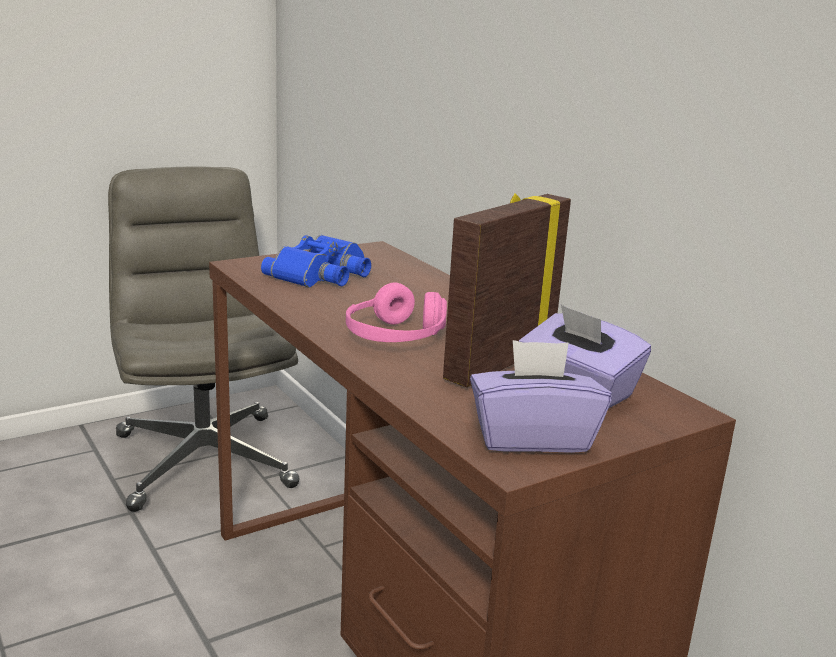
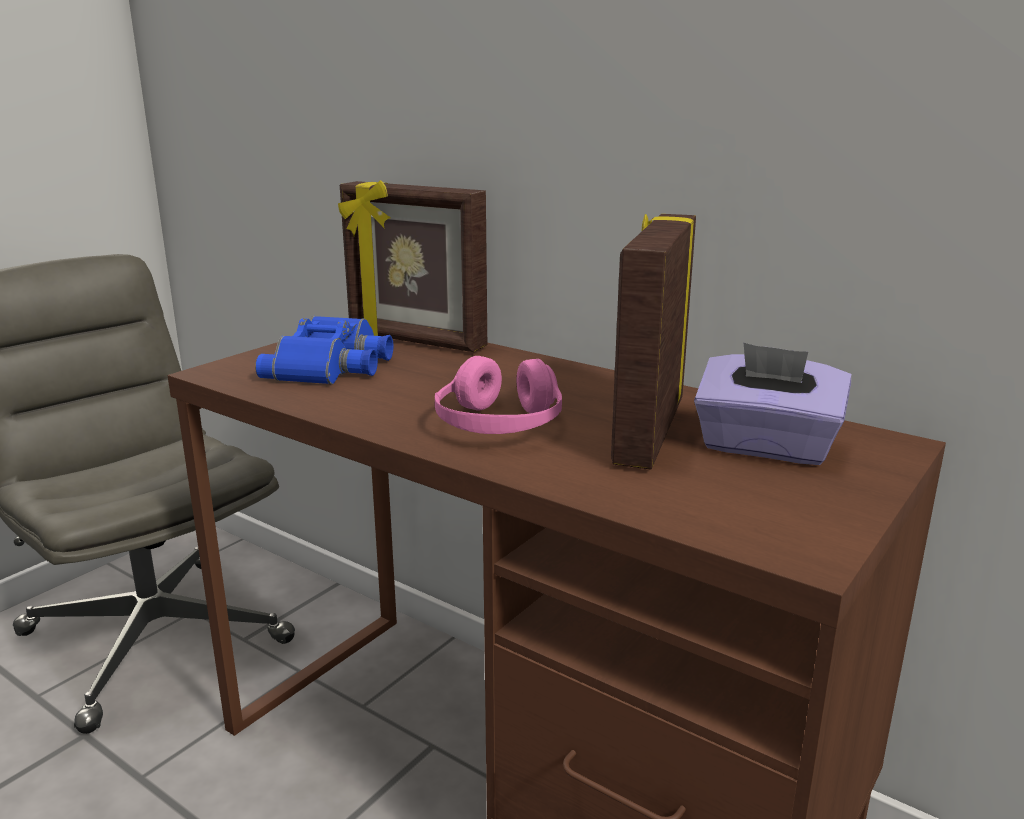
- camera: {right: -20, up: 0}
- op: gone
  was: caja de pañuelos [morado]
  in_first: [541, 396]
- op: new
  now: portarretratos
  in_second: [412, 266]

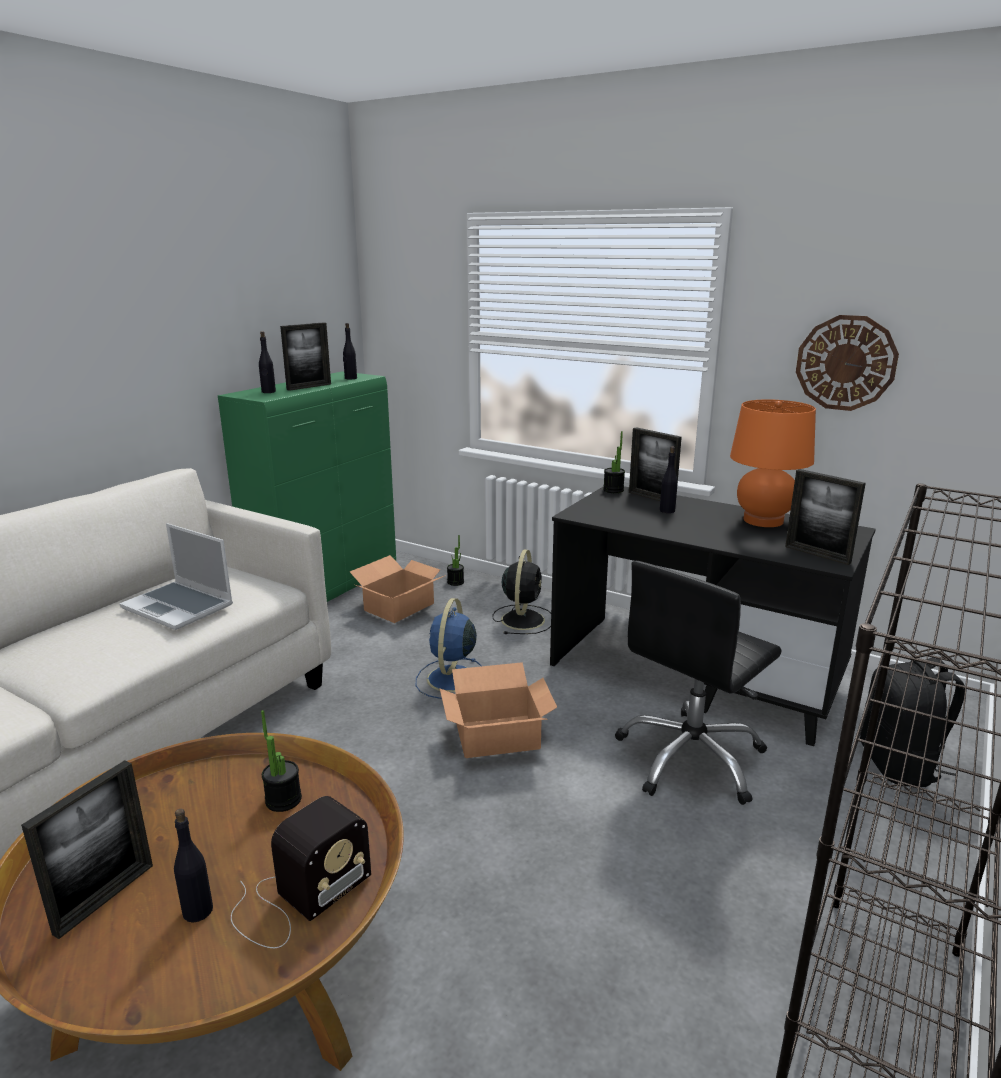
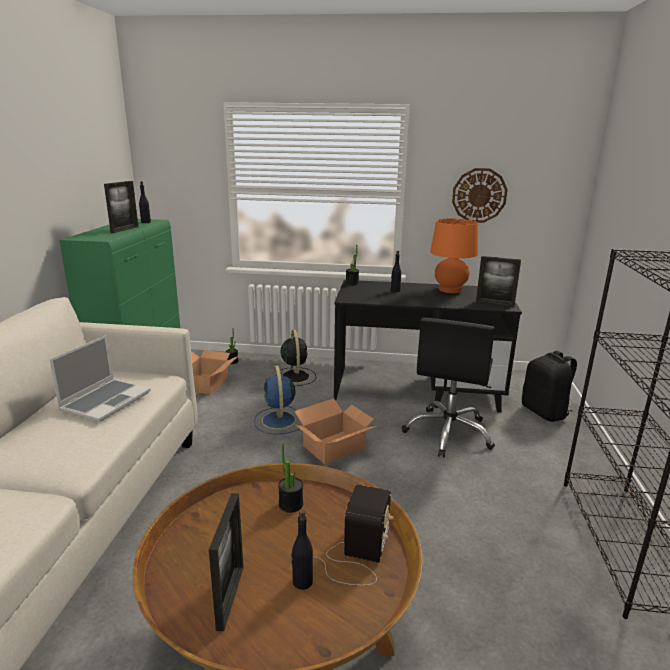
- camera: {right: -25, up: 0}
- op: gone
  was: botella [negro]
  in_first: [267, 362]
- op: gone
  was: portarretratos
  in_first: [655, 464]
- op: rotated
  was: portátil
  in_first: [176, 576]
  in_second: [100, 378]
  clockwise: -75

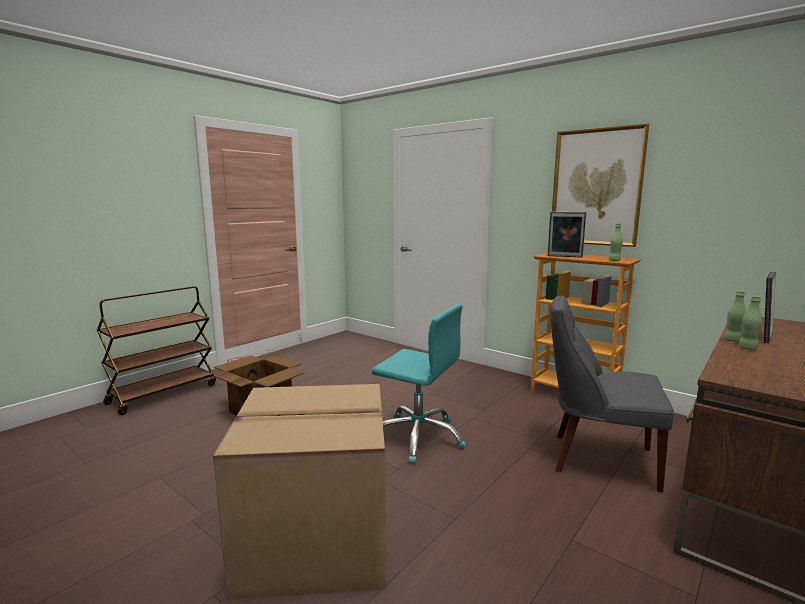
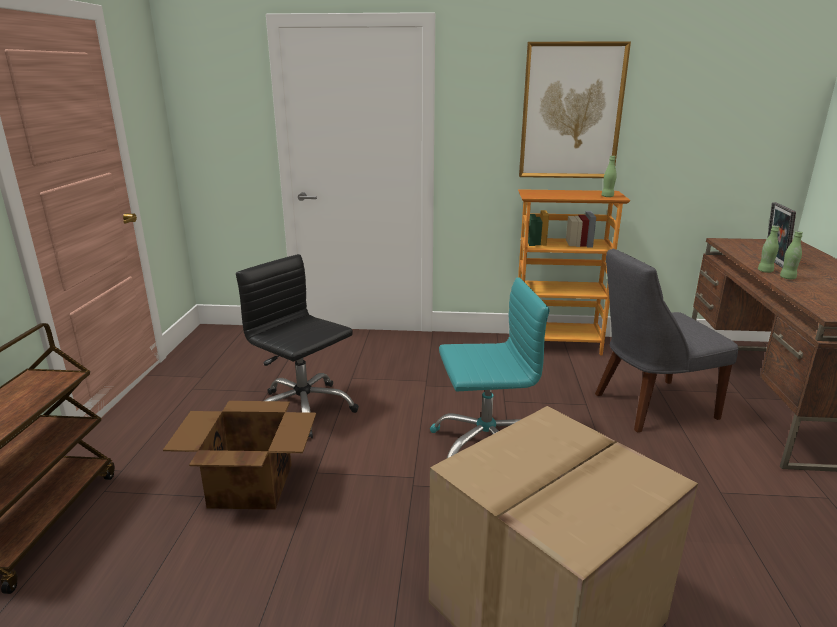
- camera: {right: -35, up: 10}
- op: gone
  was: portarretratos
  in_first: [567, 234]
- op: new
  now: silla de oficina [negro]
  in_second: [297, 346]

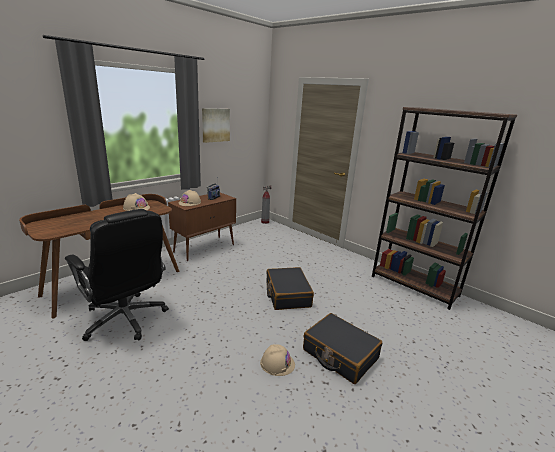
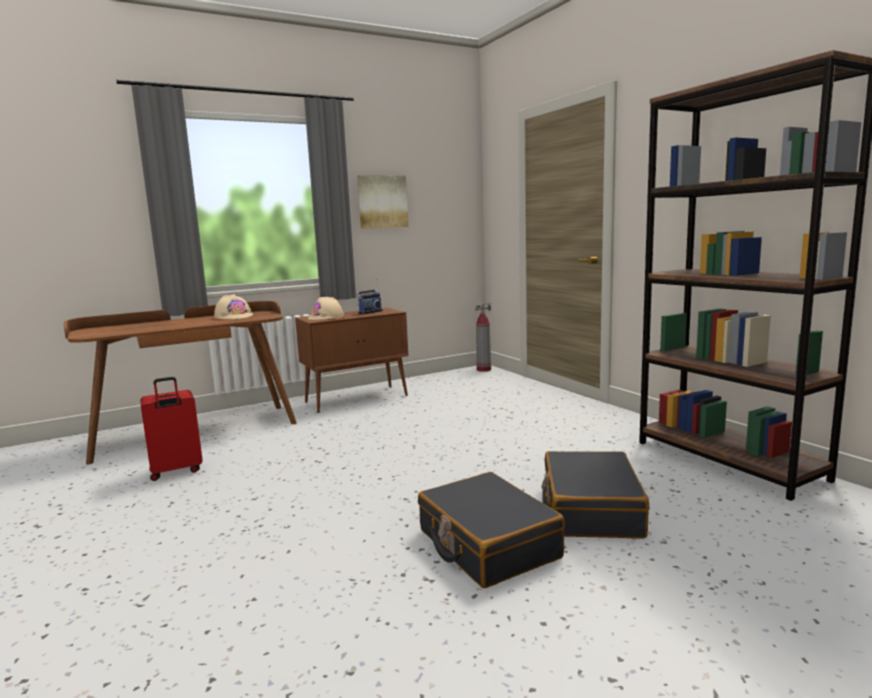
- camera: {right: 20, up: -10}
- op: gone
  was: casco [beis]
  in_first: [277, 360]
- op: shifted
  was: maleta [negro]
  in_first: [290, 288]
  in_second: [595, 495]
- op: swapped
  was: silla de oficina [negro]
  now: maleta [rojo]
  in_first: [117, 275]
  in_second: [171, 429]

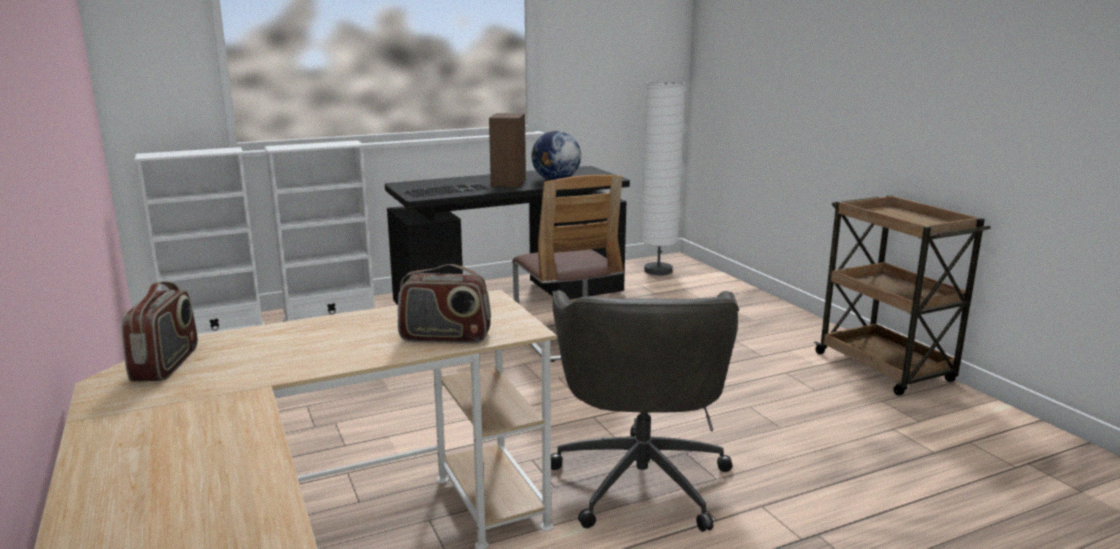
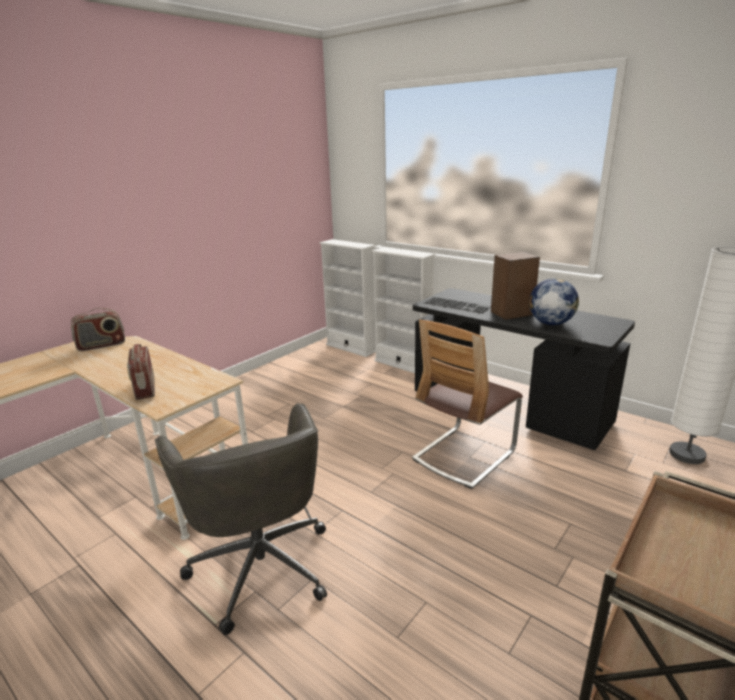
- camera: {right: 65, up: 5}
- op: rotated
  was: silla de oficina [gris]
  in_first: [645, 411]
  in_second: [241, 519]
  clockwise: -90

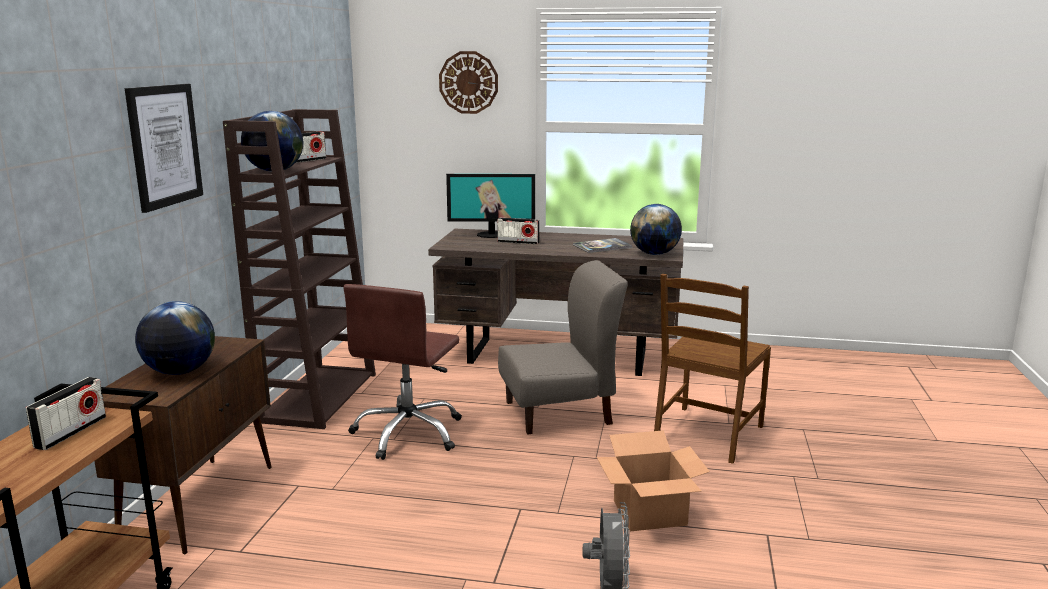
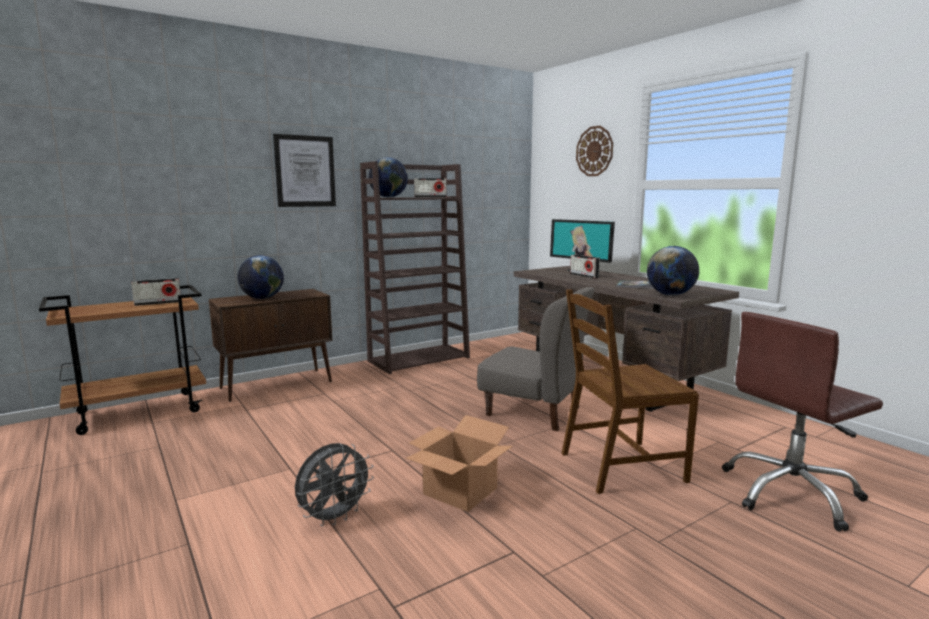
- camera: {right: 45, up: -5}
- op: shifted
  was: silla de oficina [marrón]
  in_first: [402, 372]
  in_second: [802, 421]

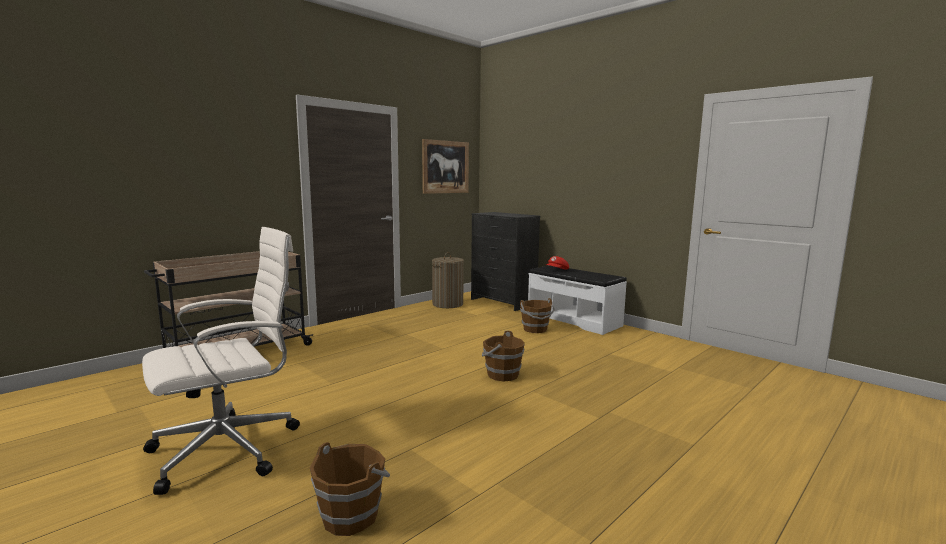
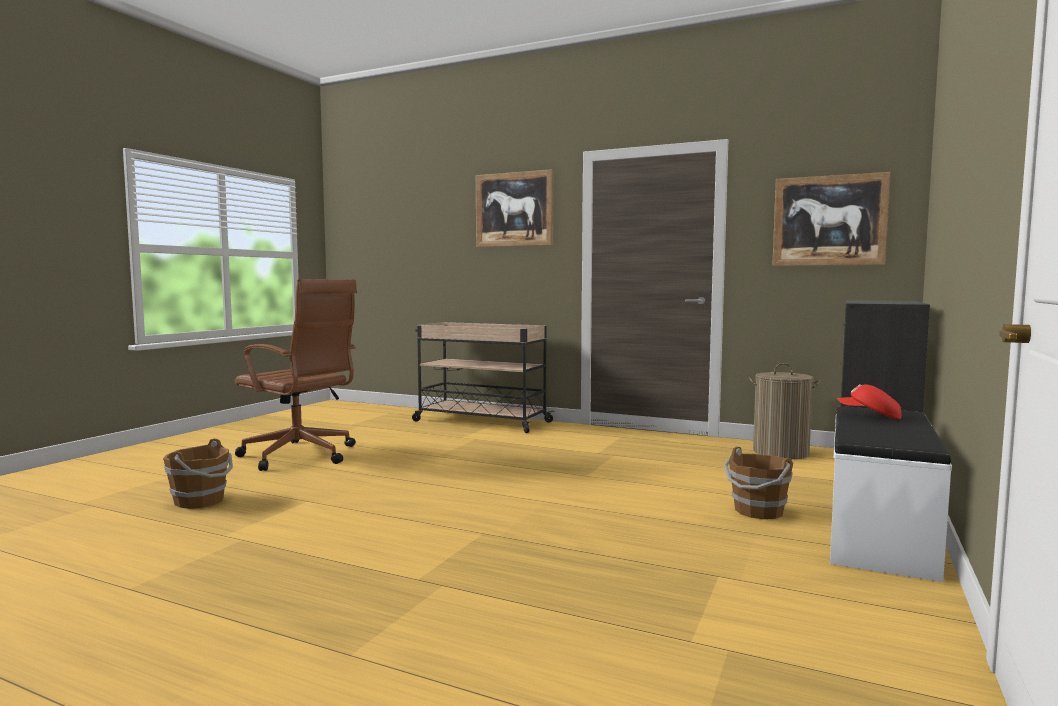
- camera: {right: 70, up: -5}
- op: gone
  was: cubo [marrón]
  in_first: [503, 355]
- op: new
  now: cuadro
  in_second: [515, 208]
- op: repainted
  was: silla de oficina [blanco]
  now: silla de oficina [marrón]
  in_first: [221, 361]
  in_second: [296, 375]

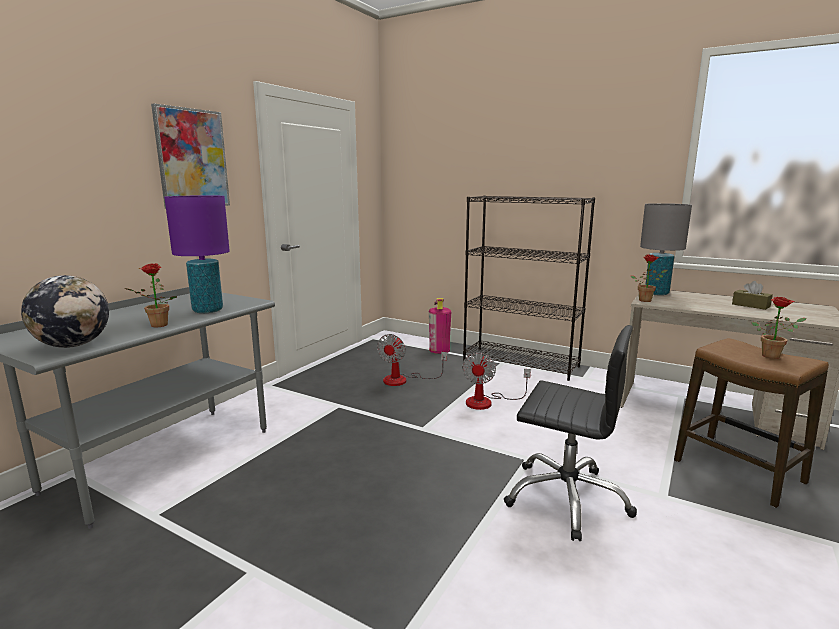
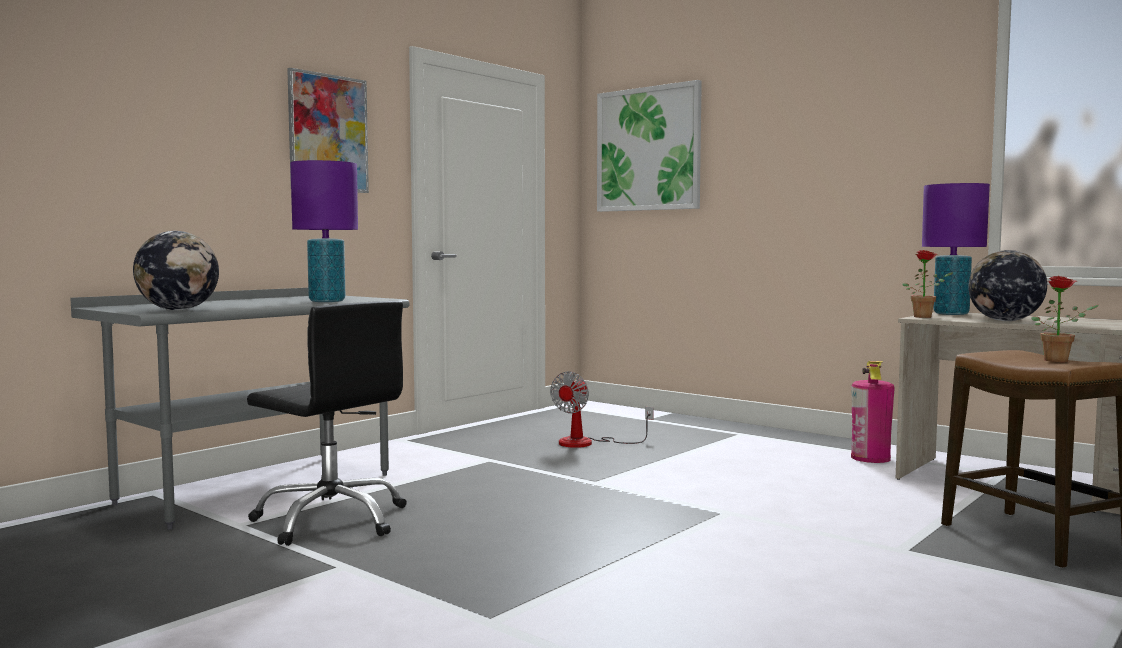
- camera: {right: 10, up: -10}
- op: gone
  was: planta en maceta
  in_first: [151, 295]
- op: gone
  was: ventilador
  in_first: [496, 381]
- op: gone
  was: estantería [negro]
  in_first: [529, 288]
- op: gone
  was: caja de pañuelos [marrón]
  in_first: [752, 295]
- op: new
  now: cuadro
  in_second: [649, 146]
- op: new
  now: globo terráqueo
  in_second: [1007, 285]
- op: shifted
  was: extintor
  in_first: [440, 326]
  in_second: [873, 412]
- op: shifted
  was: silla de oficina [negro]
  in_first: [570, 433]
  in_second: [327, 423]
- op: repainted
  was: lámpara de mesa [gris]
  now: lámpara de mesa [morado]
  in_first: [666, 249]
  in_second: [956, 249]

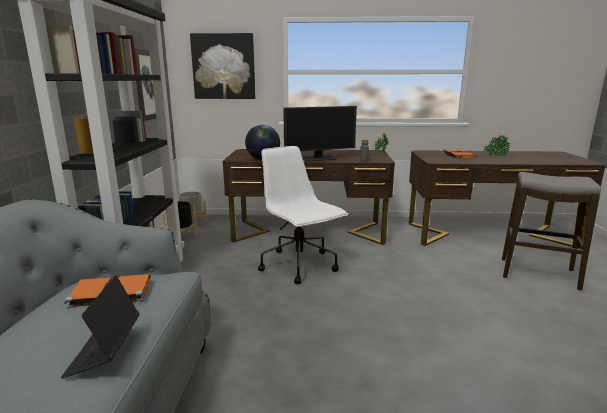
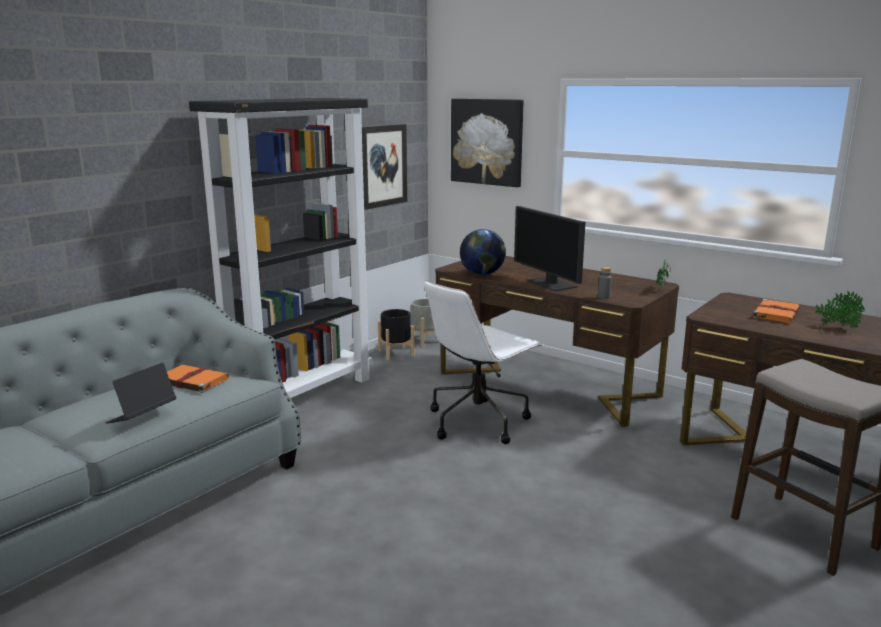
- camera: {right: 35, up: 0}
- op: rotated
  was: silla de oficina [blanco]
  in_first: [303, 215]
  in_second: [483, 362]
  clockwise: -135
- op: rotated
  was: monitor
  in_first: [320, 134]
  in_second: [549, 248]
  clockwise: 45

